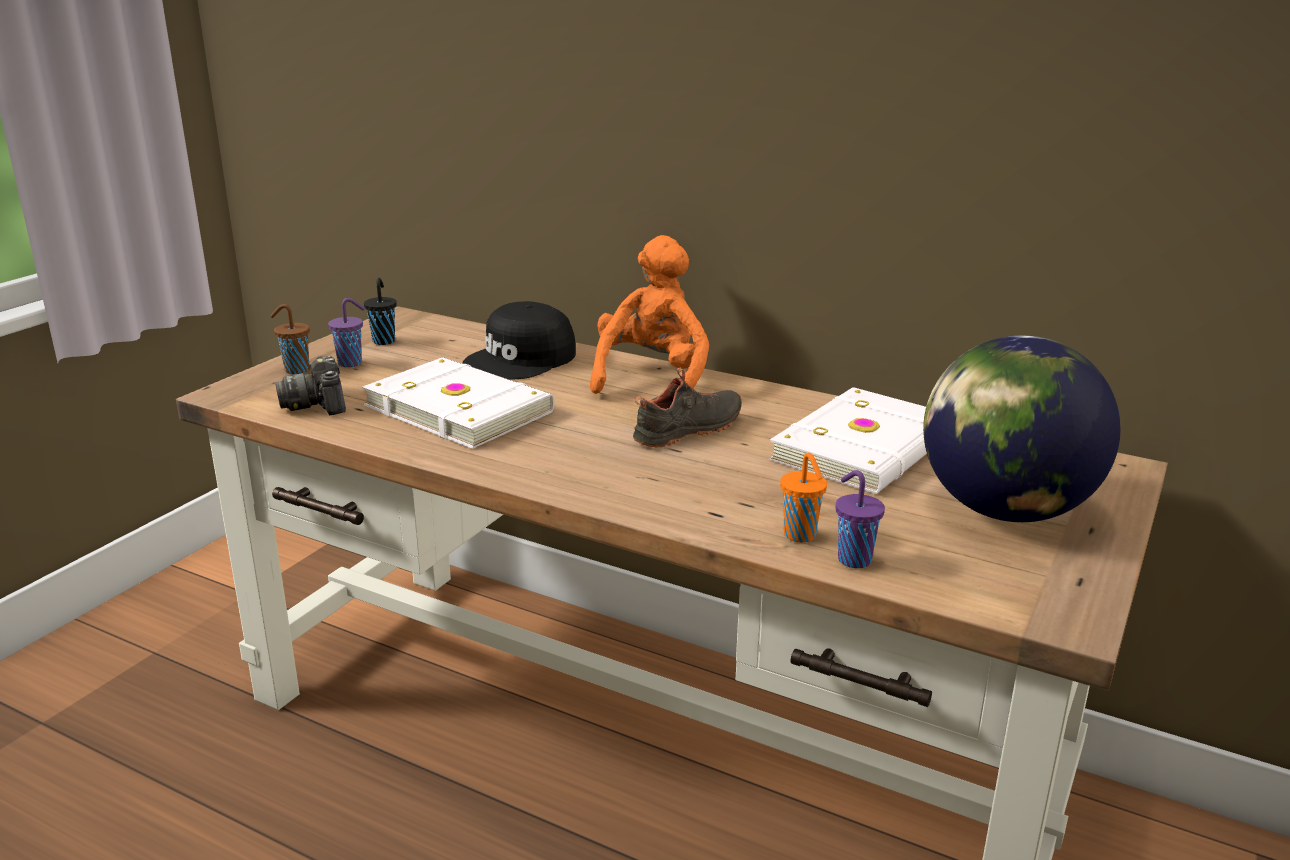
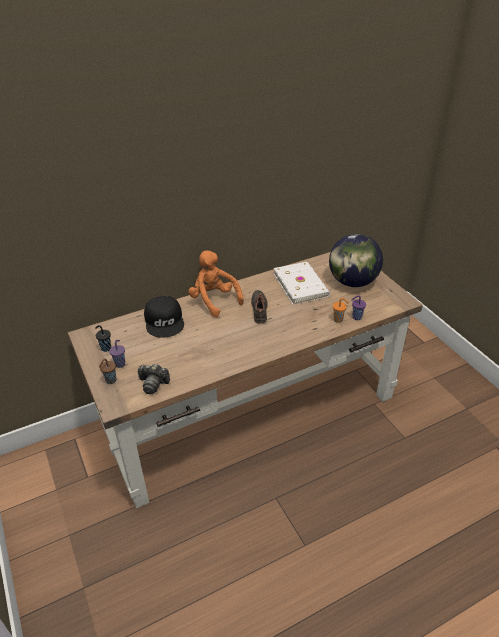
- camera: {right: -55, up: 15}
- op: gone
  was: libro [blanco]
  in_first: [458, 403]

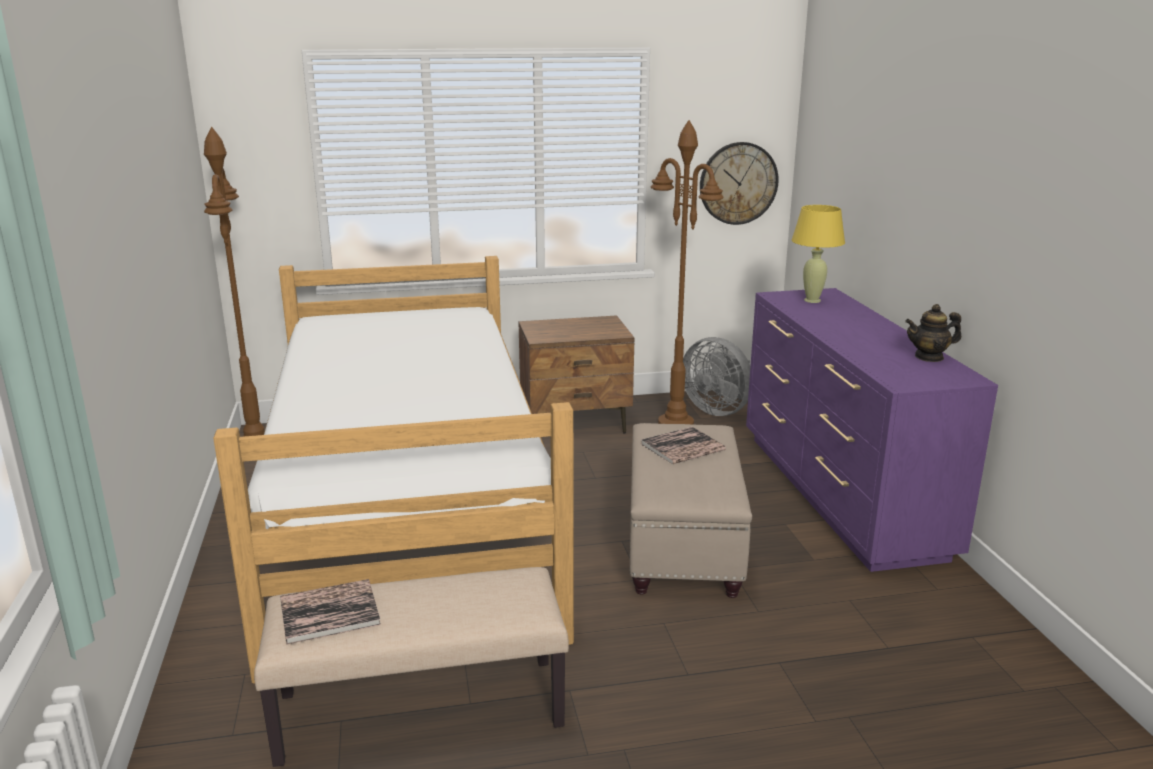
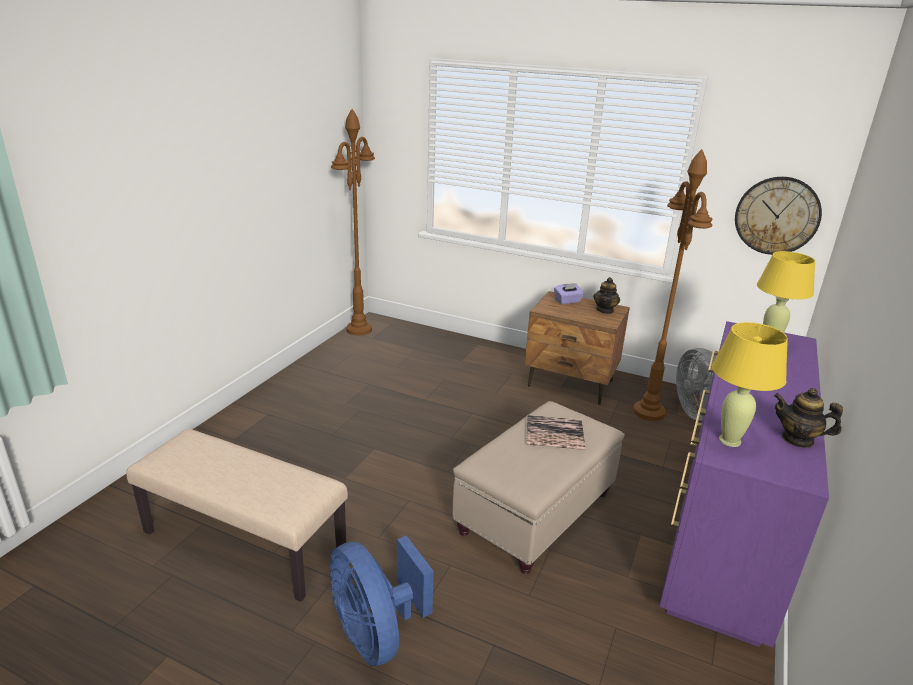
- camera: {right: 35, up: 5}
- op: gone
  was: cama
  in_first: [393, 470]
- op: gone
  was: libro
  in_first: [330, 612]
- op: new
  now: ventilador [azul]
  in_second: [382, 601]
- op: new
  now: caja de pañuelos [morado]
  in_second: [569, 293]
- op: new
  now: tetera
  in_second: [606, 295]
- op: new
  now: lámpara de mesa [amarillo]
  in_second: [750, 384]

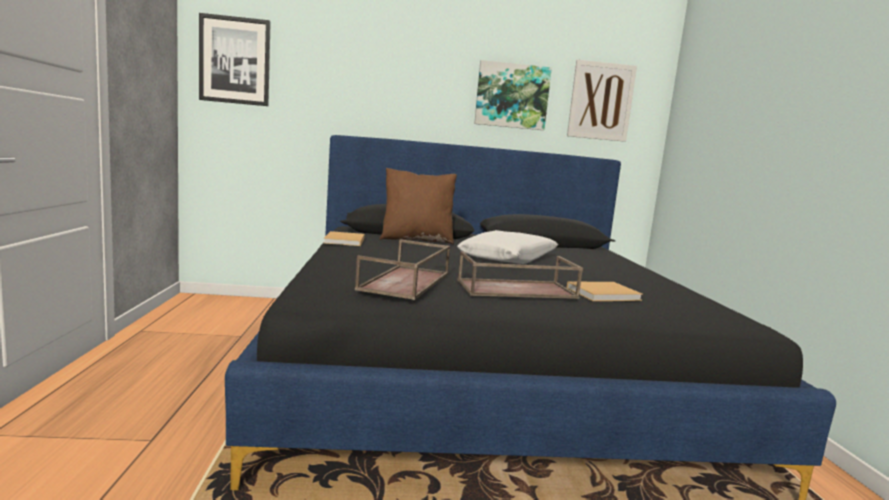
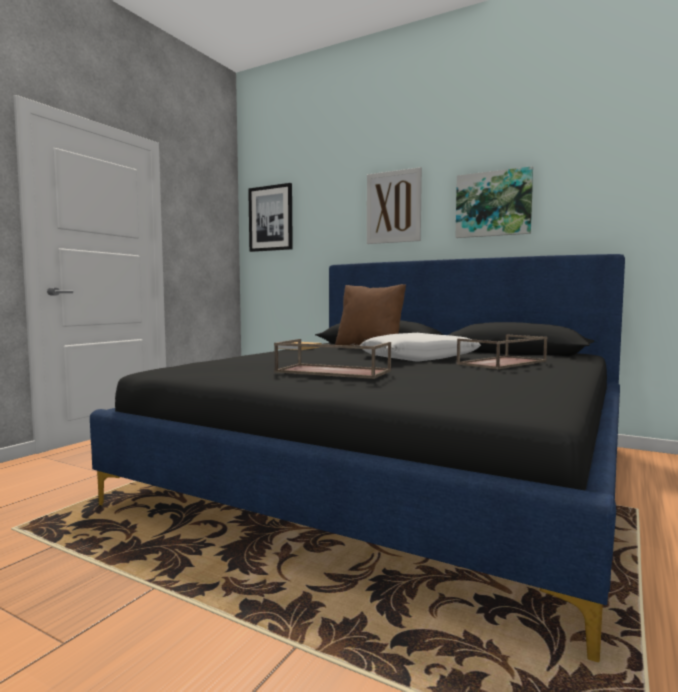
- camera: {right: 35, up: -5}
- op: gone
  was: libro [beis]
  in_first: [604, 291]
- op: shifted
  was: bandeja [marrón]
  in_first: [402, 269]
  in_second: [501, 352]
- op: shifted
  was: cuadro
  in_first: [602, 100]
  in_second: [394, 205]

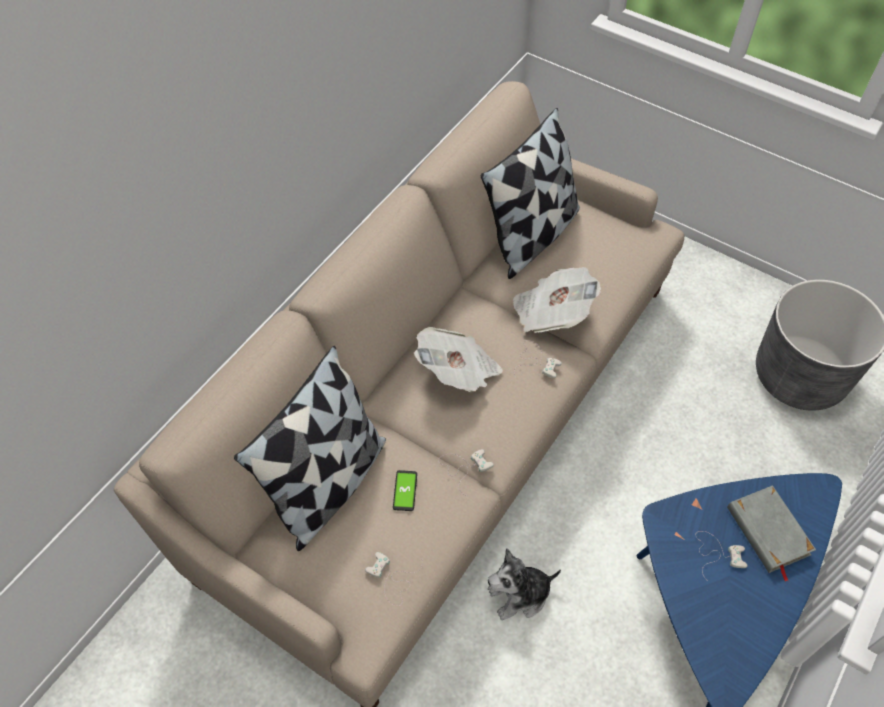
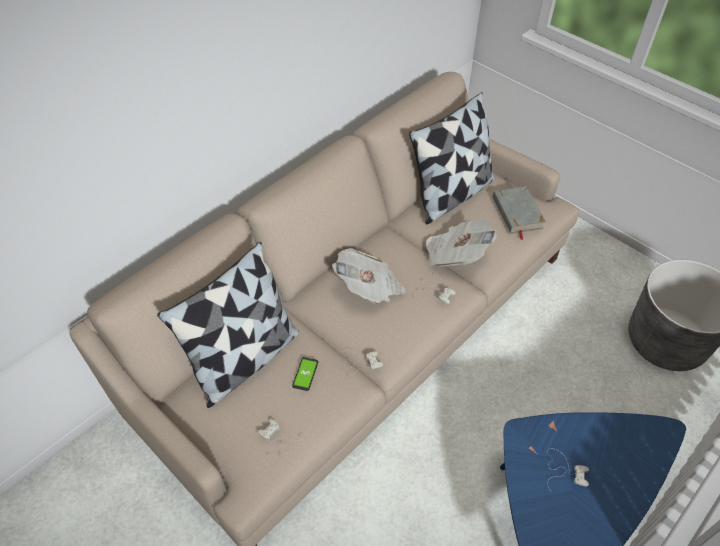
- camera: {right: 10, up: -5}
- op: gone
  was: peluche
  in_first: [524, 584]
- op: shifted
  was: libro [gris]
  in_first: [771, 533]
  in_second: [519, 213]

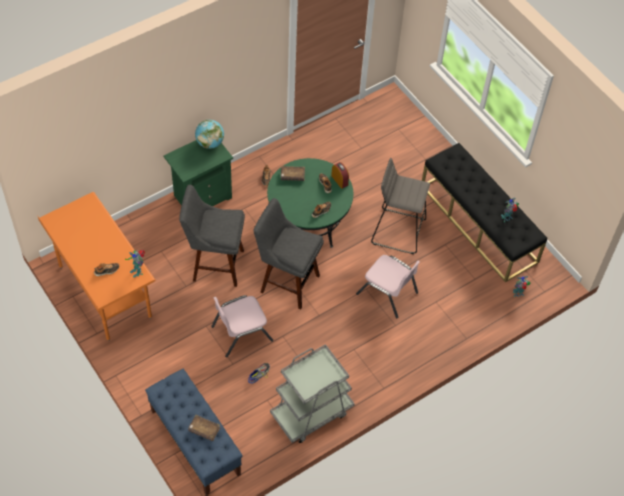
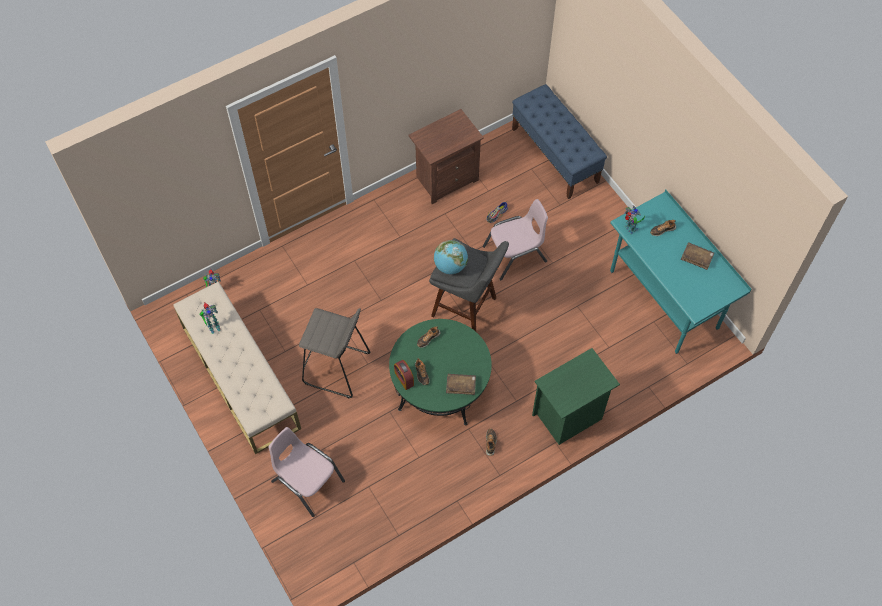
- camera: {right: -175, up: 5}
- op: gone
  was: taburete [gris]
  in_first: [212, 236]
- op: shifted
  was: libro [marrón]
  in_first: [204, 428]
  in_second: [697, 256]
- op: shifted
  was: globo terráqueo
  in_first: [209, 134]
  in_second: [451, 257]
- op: shifted
  was: silla [rosa]
  in_first: [388, 286]
  in_second: [307, 472]
- op: swapped
  was: carrito [gris]
  now: mesita de noche [marrón]
  in_first: [312, 393]
  in_second: [446, 156]
- op: repainted
  was: escritorio [naranja]
  now: escritorio [turquesa]
  in_first: [96, 266]
  in_second: [680, 271]
- op: repainted
  was: banco [negro]
  now: banco [beis]
  in_first: [484, 212]
  in_second: [237, 368]

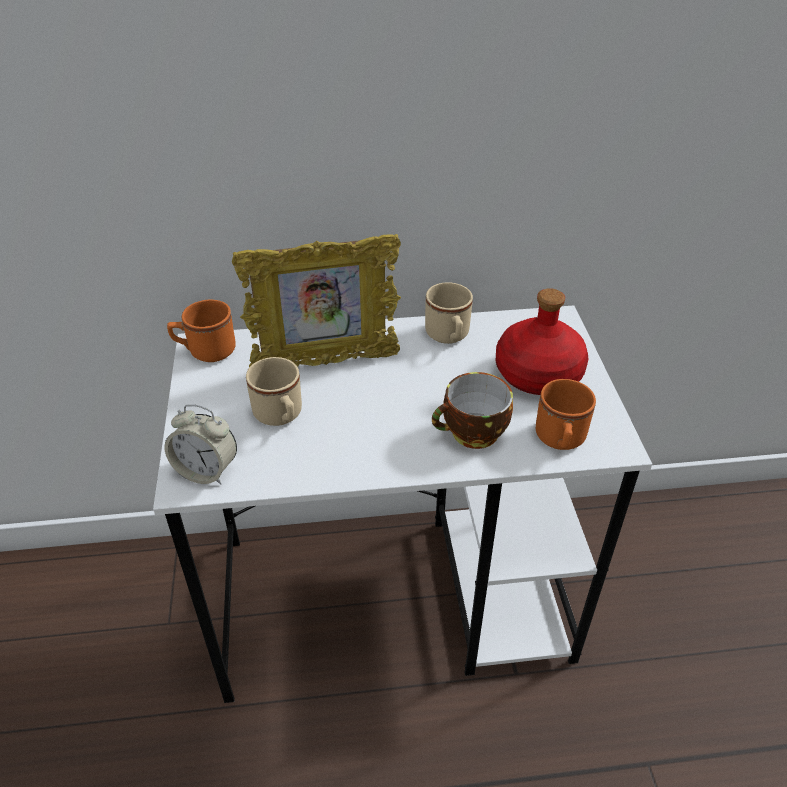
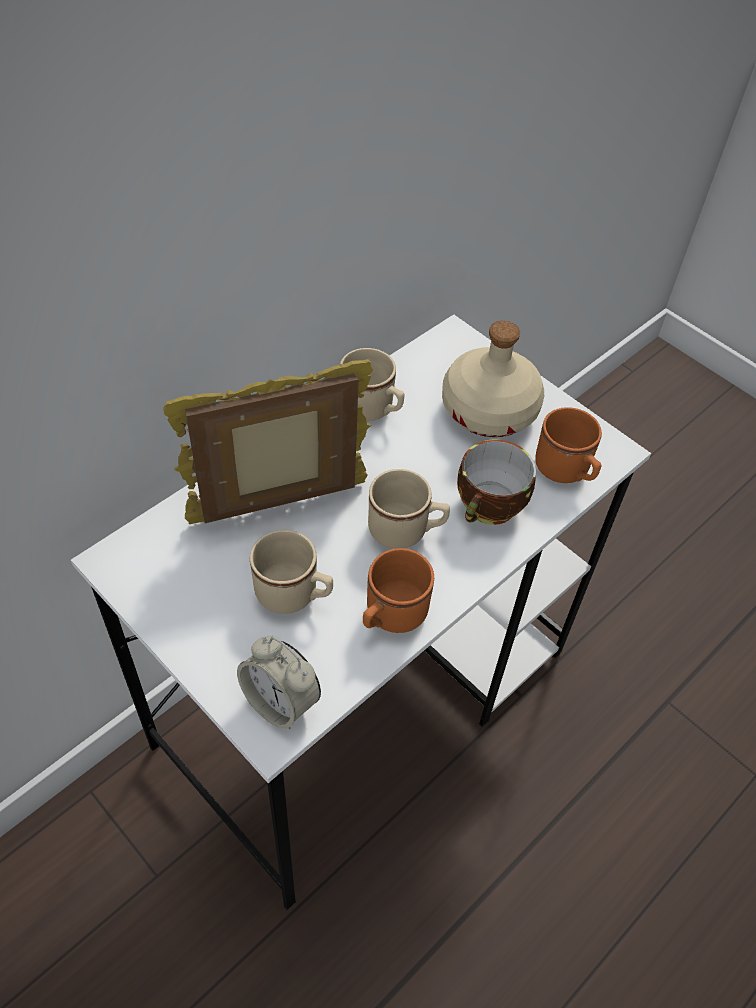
- camera: {right: -40, up: 10}
- op: new
  now: taza grande [beis]
  in_second: [409, 509]
- op: shifted
  was: taza grande [naranja]
  in_first: [201, 331]
  in_second: [398, 590]
- op: repainted
  was: botella [rojo]
  now: botella [beis]
  in_first: [542, 341]
  in_second: [493, 379]
- op: rotated
  was: despertador
  in_first: [201, 444]
  in_second: [279, 682]
  clockwise: 60
- op: rotated
  was: portarretratos
  in_first: [316, 300]
  in_second: [268, 441]
  clockwise: -150

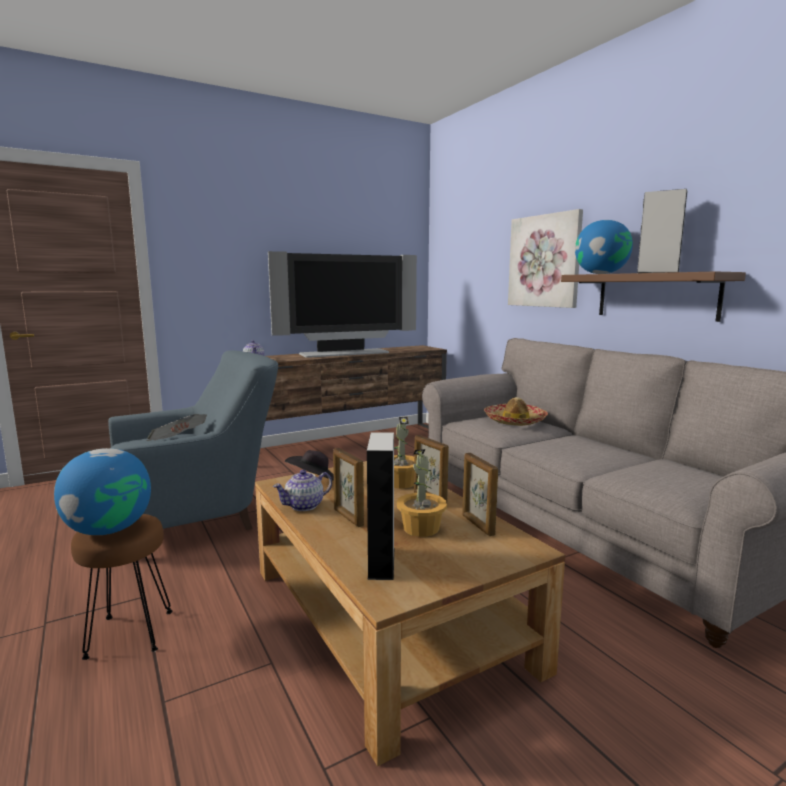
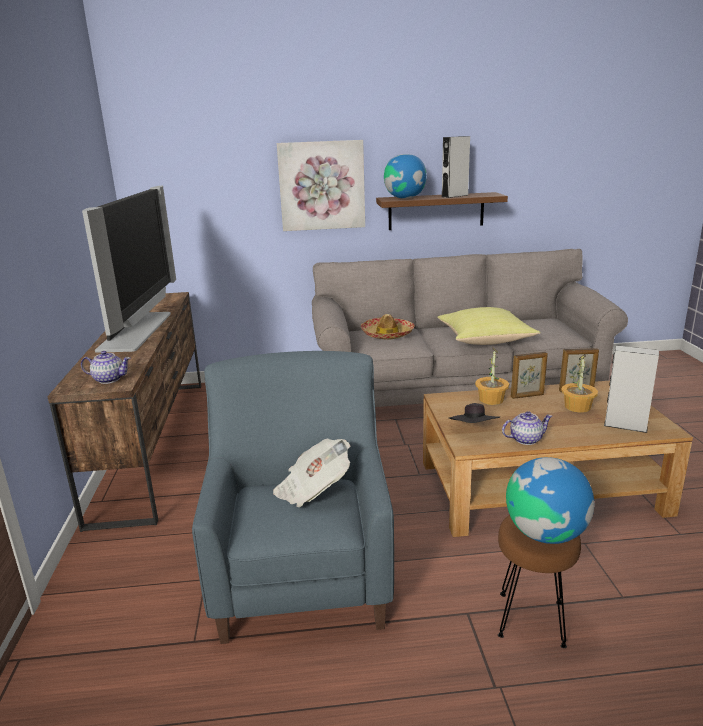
- camera: {right: -65, up: 10}
- op: gone
  was: portarretratos
  in_first: [348, 487]
- op: new
  now: cojín [amarillo]
  in_second: [489, 326]
- op: rotated
  was: tetera
  in_first: [302, 490]
  in_second: [527, 428]
  clockwise: -90

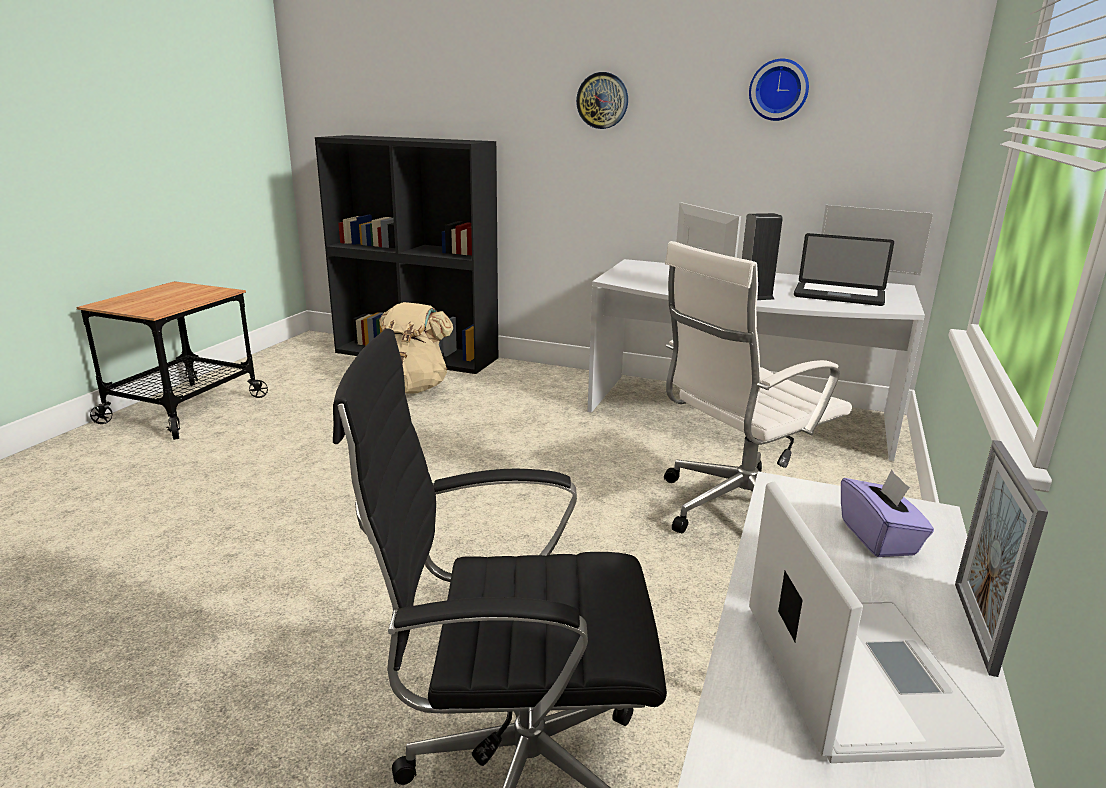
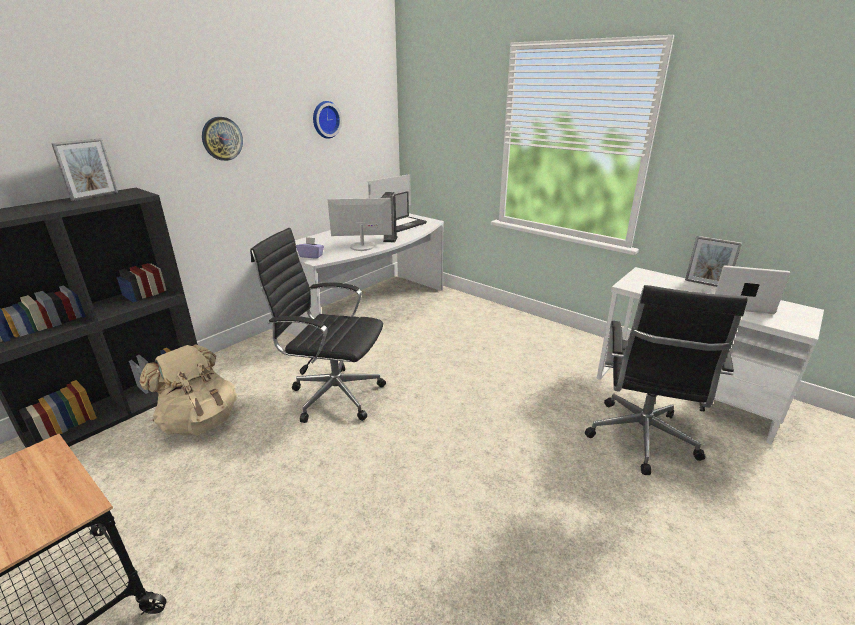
- camera: {right: -70, up: 5}
- op: gone
  was: silla de oficina [blanco]
  in_first: [758, 387]
- op: new
  now: portarretratos
  in_second: [84, 169]
- op: new
  now: silla de oficina [negro]
  in_second: [318, 325]
- op: shifted
  was: caja de pañuelos [morado]
  in_first: [887, 513]
  in_second: [310, 248]

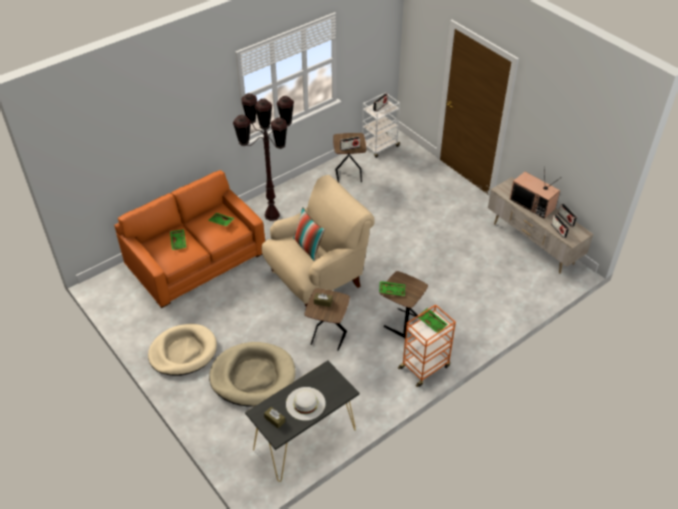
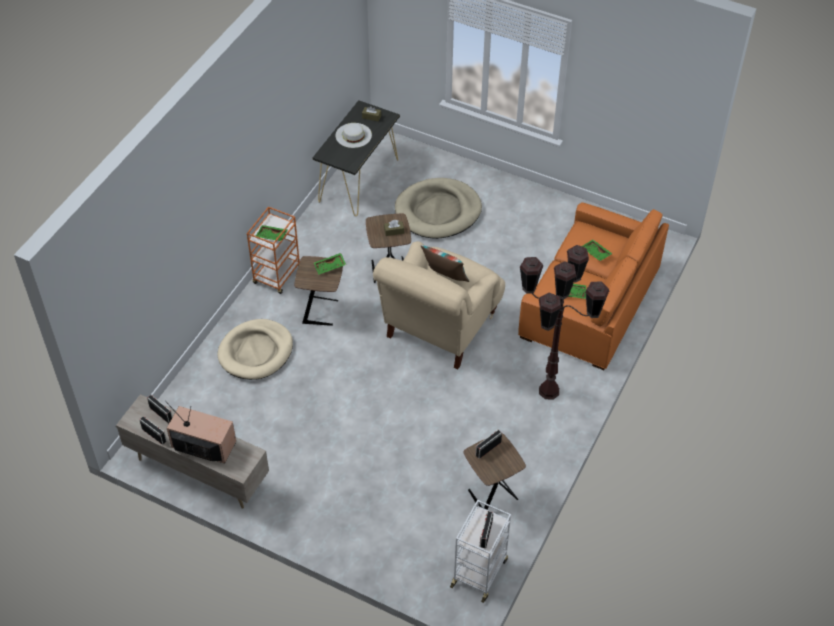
- camera: {right: 155, up: 5}
- op: shifted
  was: cama para perro [beis]
  in_first: [182, 350]
  in_second: [255, 349]

